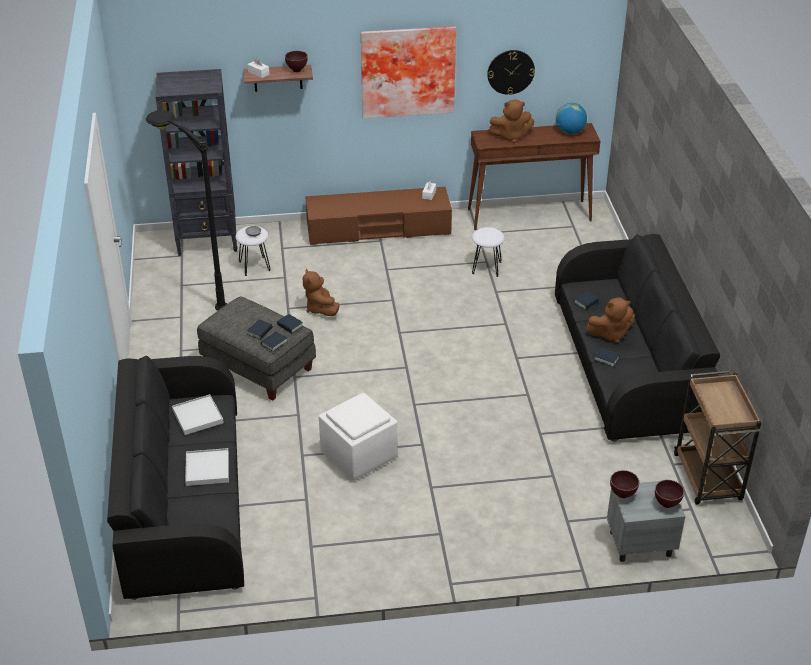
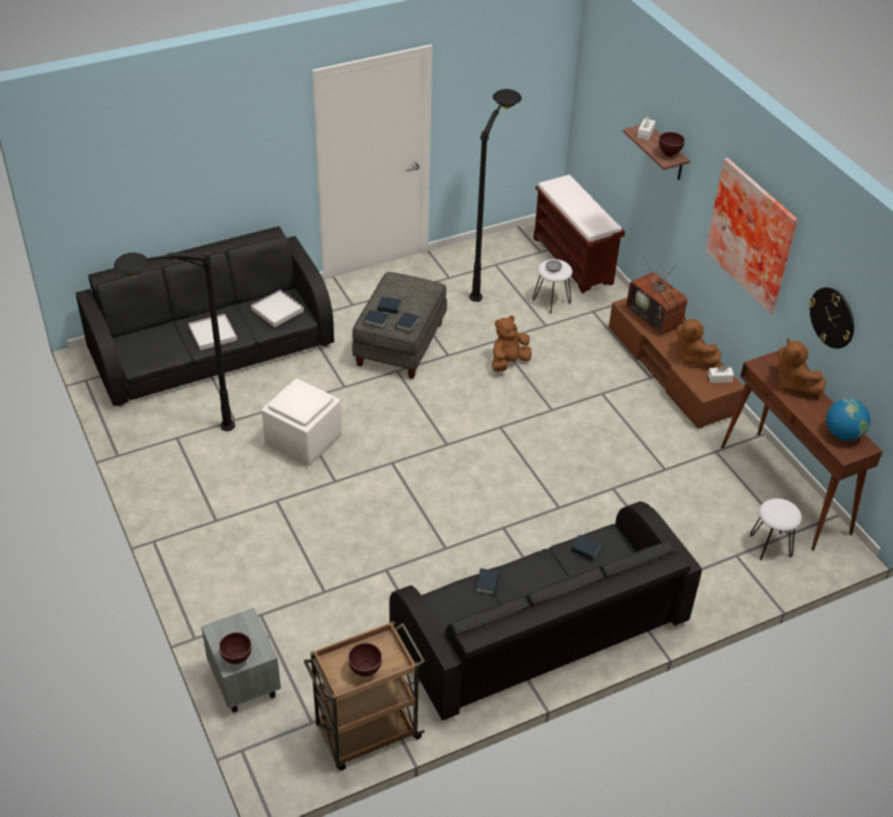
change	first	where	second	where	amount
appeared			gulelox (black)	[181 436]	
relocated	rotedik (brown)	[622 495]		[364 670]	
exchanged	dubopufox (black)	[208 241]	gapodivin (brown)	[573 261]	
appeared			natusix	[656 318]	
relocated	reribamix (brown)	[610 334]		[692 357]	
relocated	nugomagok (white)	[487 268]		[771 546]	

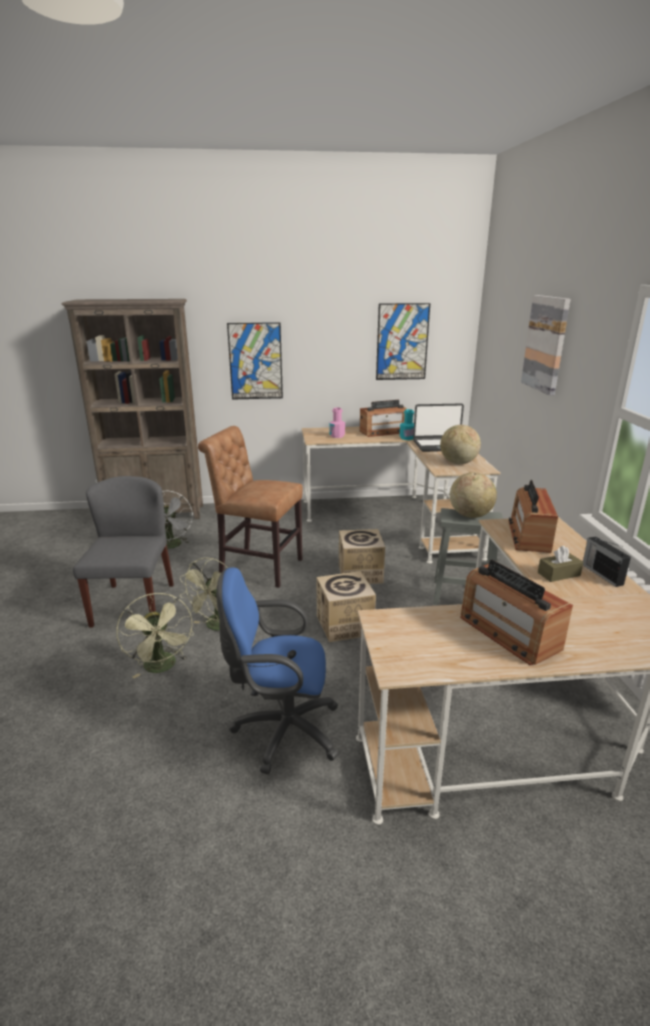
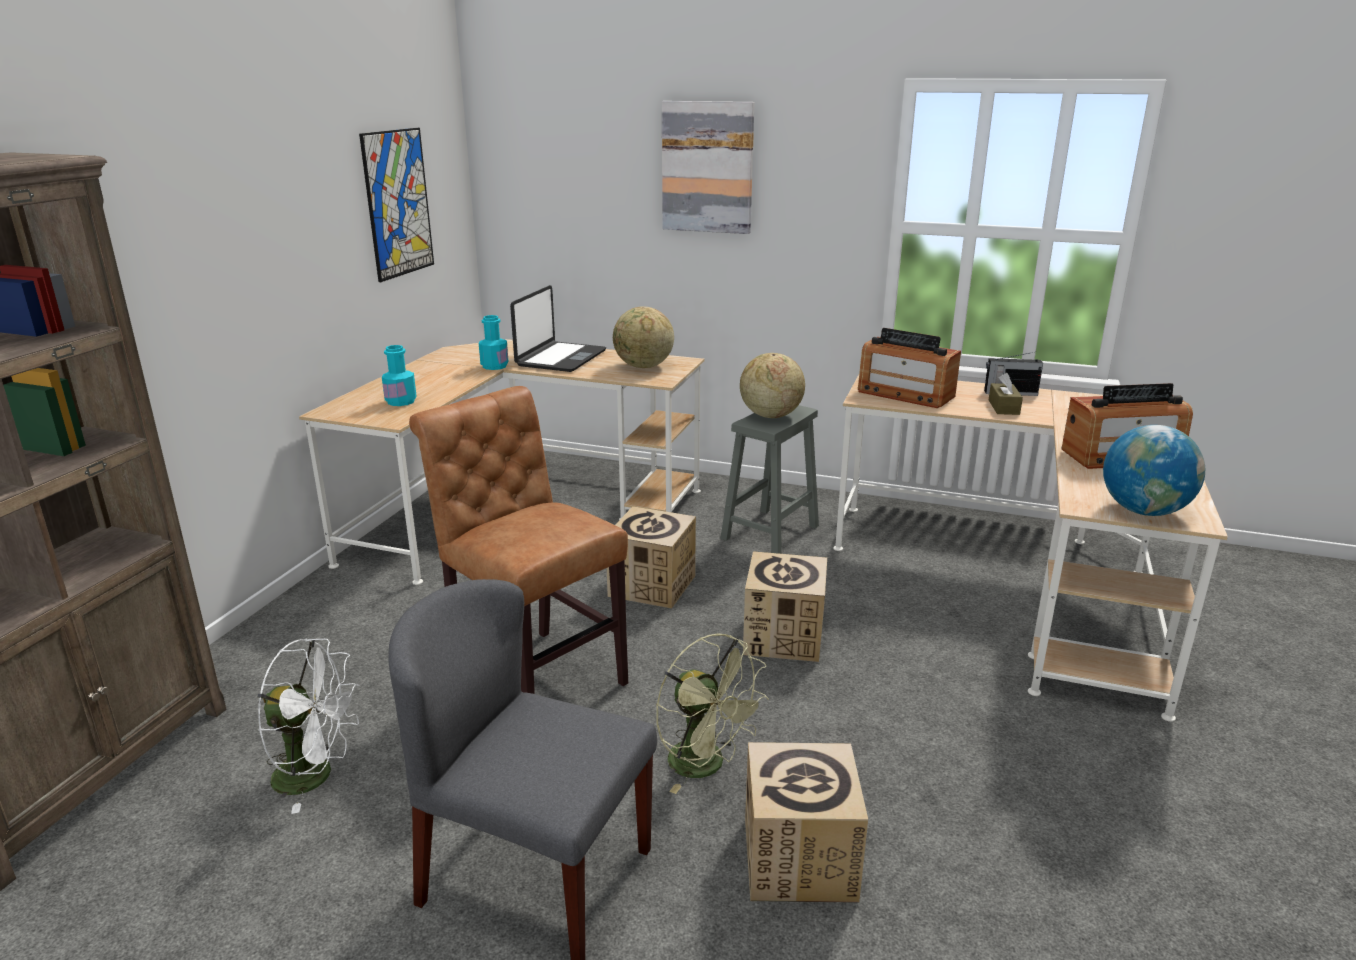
change	first	where	second	where	amount
colour	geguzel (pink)	[337 436]	geguzel (turquoise)	[401 401]	
spun	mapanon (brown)	[257 567]		[533 677]	90 degrees clockwise
exchanged	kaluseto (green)	[162 667]	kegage	[799 859]	
appeared			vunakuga	[1144 511]	
missing	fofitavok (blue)	[281 731]			
missing	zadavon	[255 361]			
missing	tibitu	[383 432]			

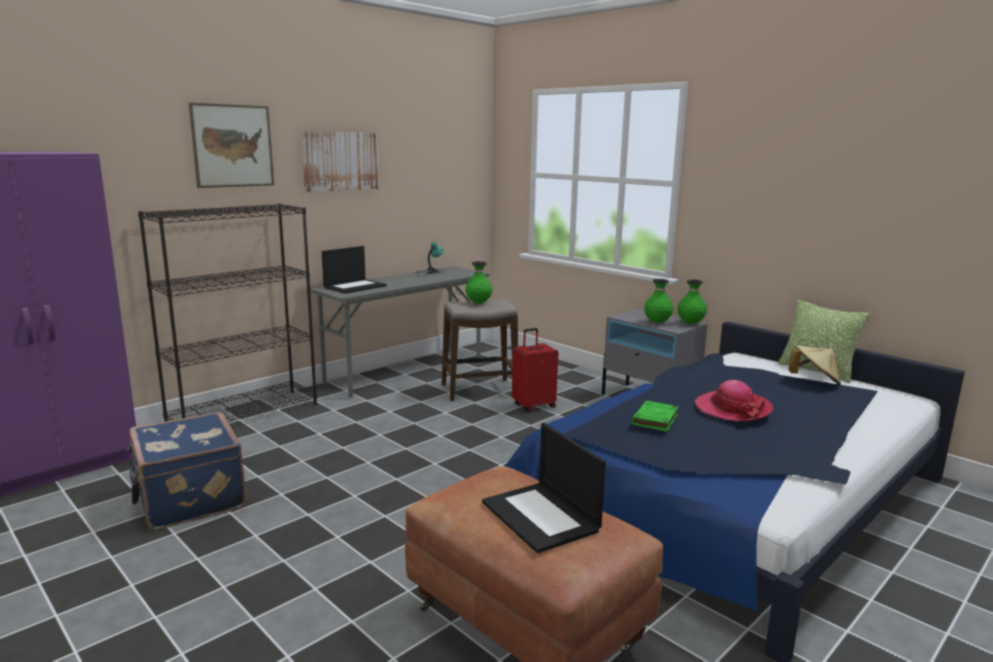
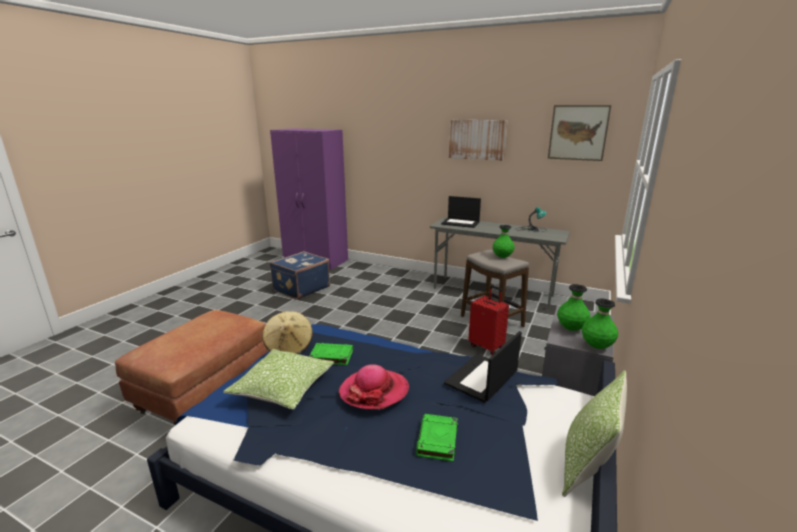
change	first	where	second	where	amount
appeared			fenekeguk	[283 388]	
relocated	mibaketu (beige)	[814 381]		[289 346]	
appeared			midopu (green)	[437 440]	
relocated	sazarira	[541 517]		[481 378]	
relocated	zadavon	[233 146]		[578 132]	
missing	dubopufox (black)	[244 413]			

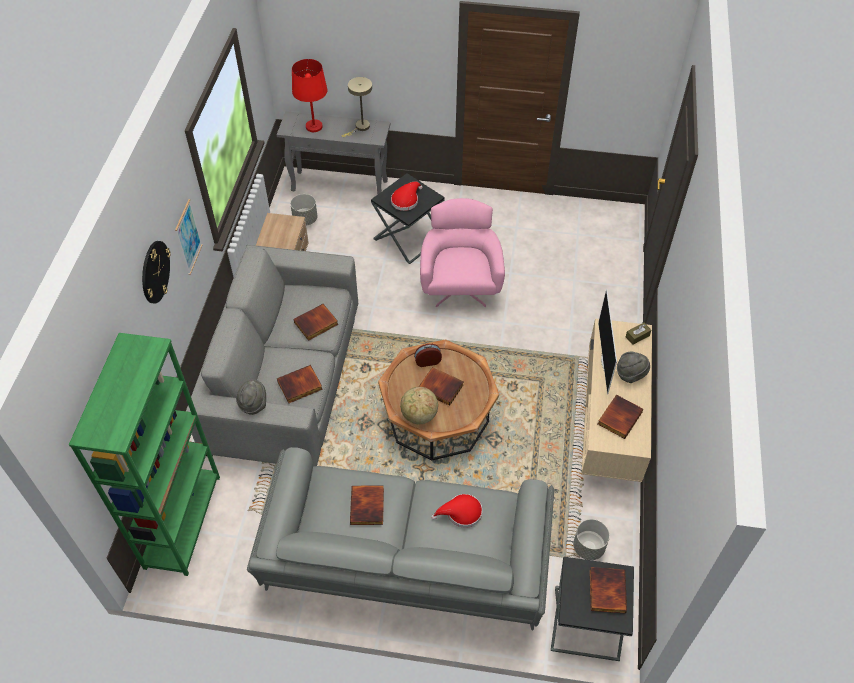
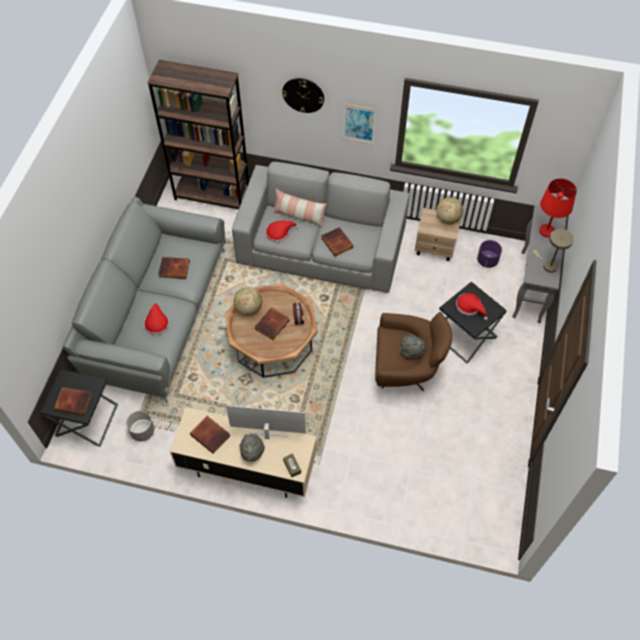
change	first	where	second	where	amount
colour	dubopufox (green)	[183 521]	dubopufox (brown)	[212 195]	
exchanged	midopu	[300 386]	mibaketu (red)	[279 233]	
appeared			fenekeguk	[299 216]	
colour	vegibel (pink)	[460 287]	vegibel (brown)	[405 371]	
relocated	mibaketu (grey)	[253 404]		[411 352]	
appeared			vunakuga	[448 219]	
colour	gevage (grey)	[305 219]	gevage (purple)	[487 261]	

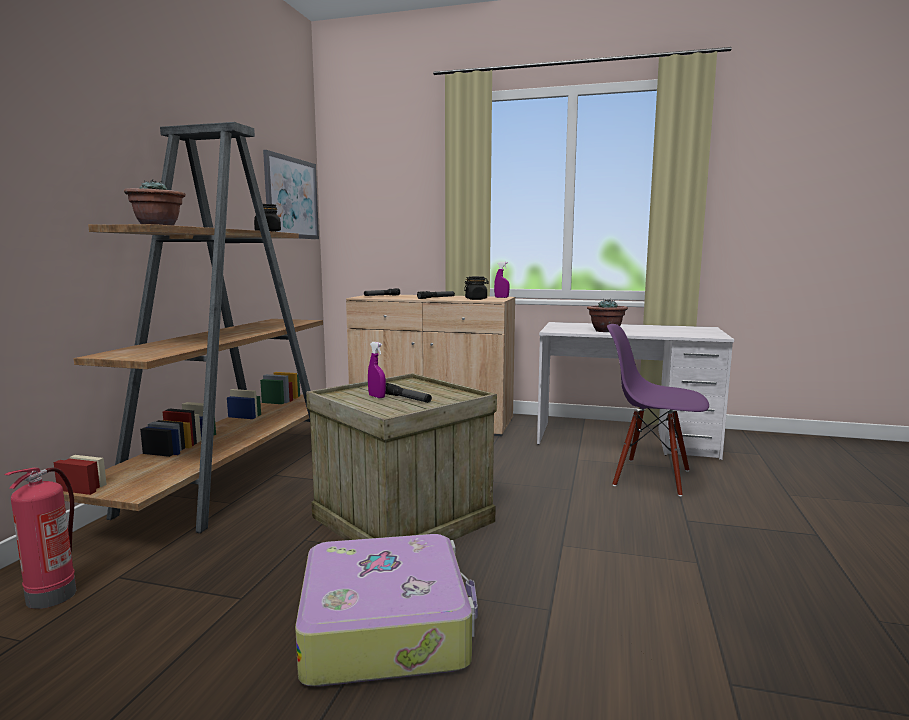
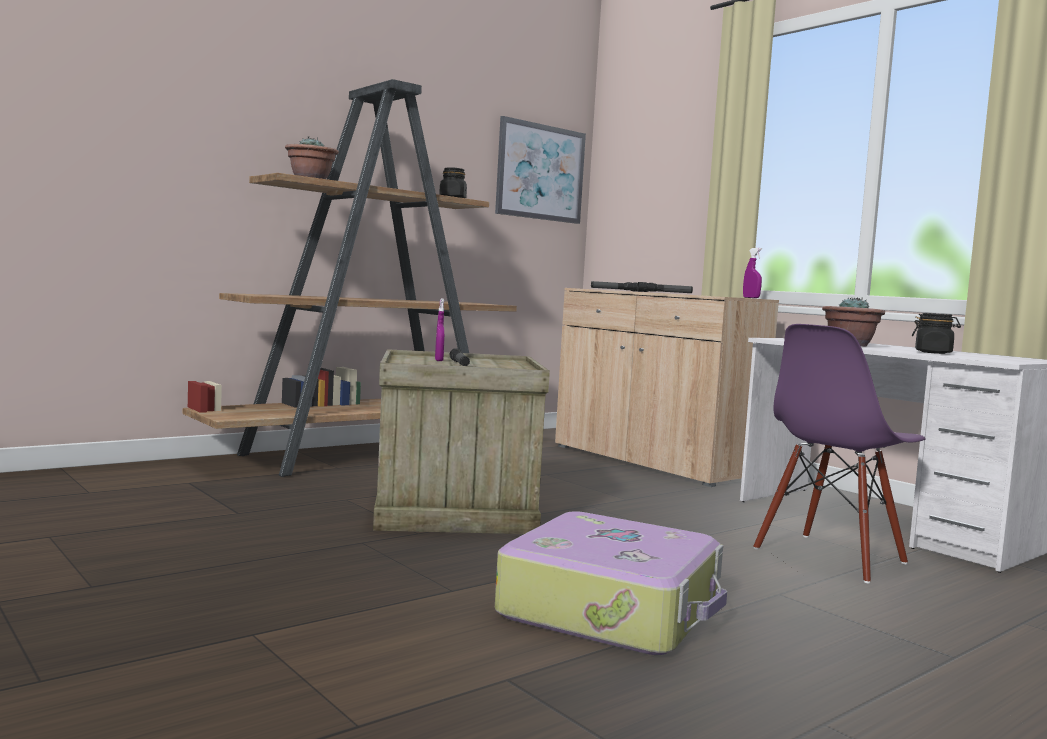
change	first	where	second	where	amount
relocated	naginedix	[387 626]		[612 609]	
spun	mapanon (purple)	[651 477]		[831 557]	105 degrees counterclockwise
relocated	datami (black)	[476 299]		[933 352]	
missing	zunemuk	[52 594]			

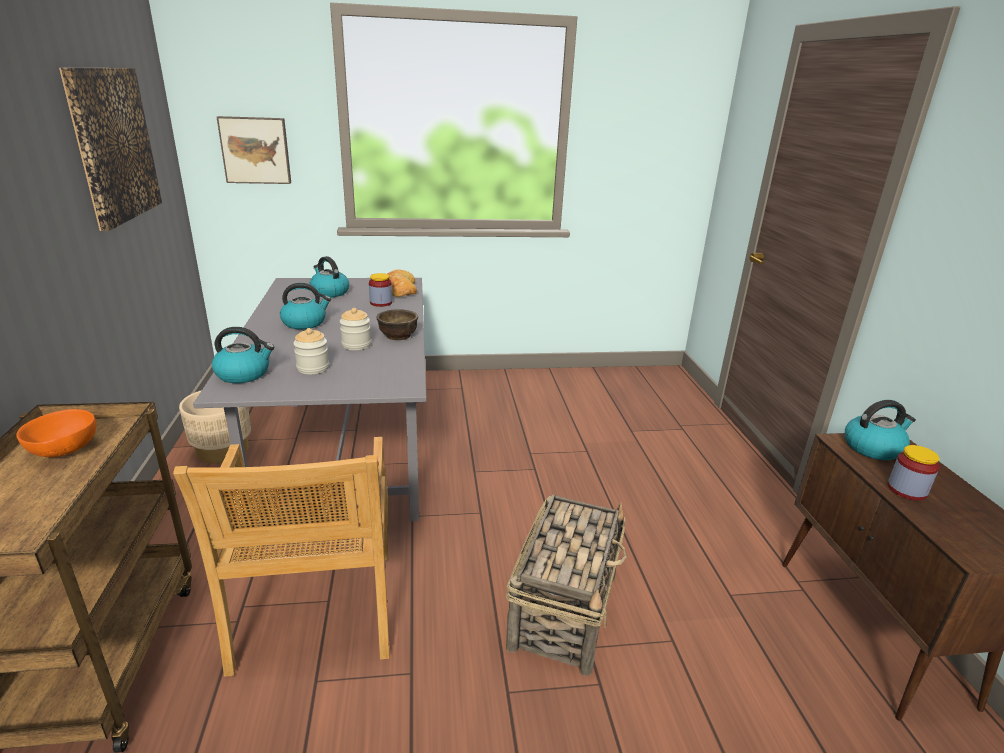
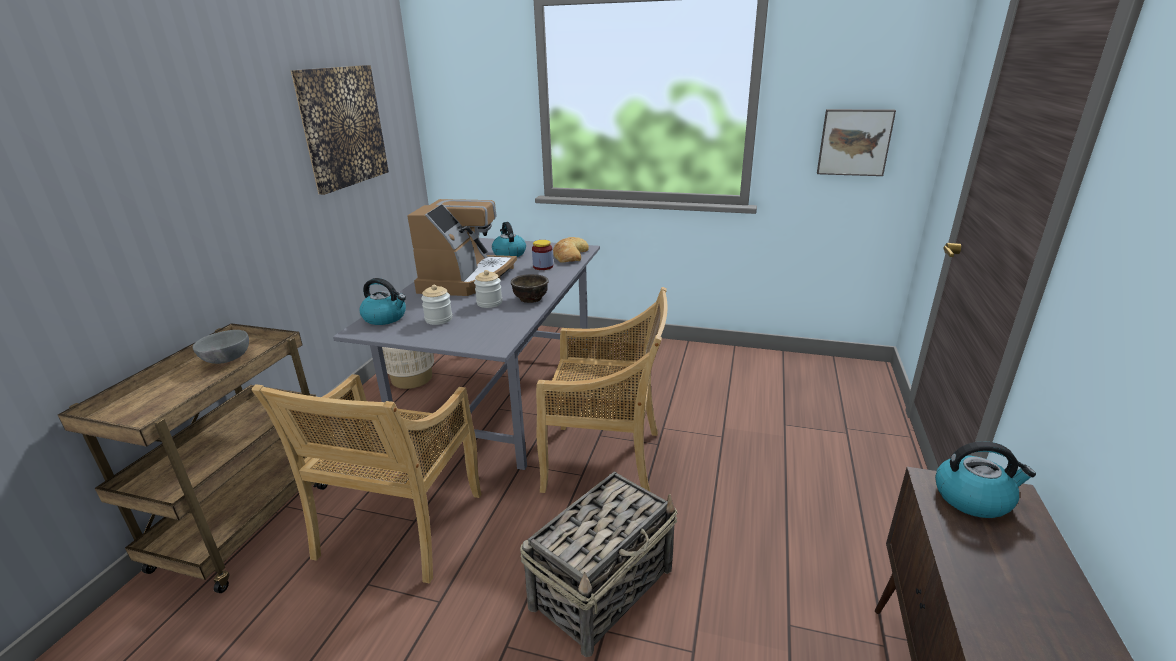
change	first	where	second	where	amount
colour	rotedik (orange)	[64 451]	rotedik (grey)	[226 360]	
exchanged	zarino	[305 323]	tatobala	[466 279]	
appeared			mapanon (beige)	[605 461]	
relocated	zadavon	[256 150]		[854 142]	
missing	datami	[906 490]			

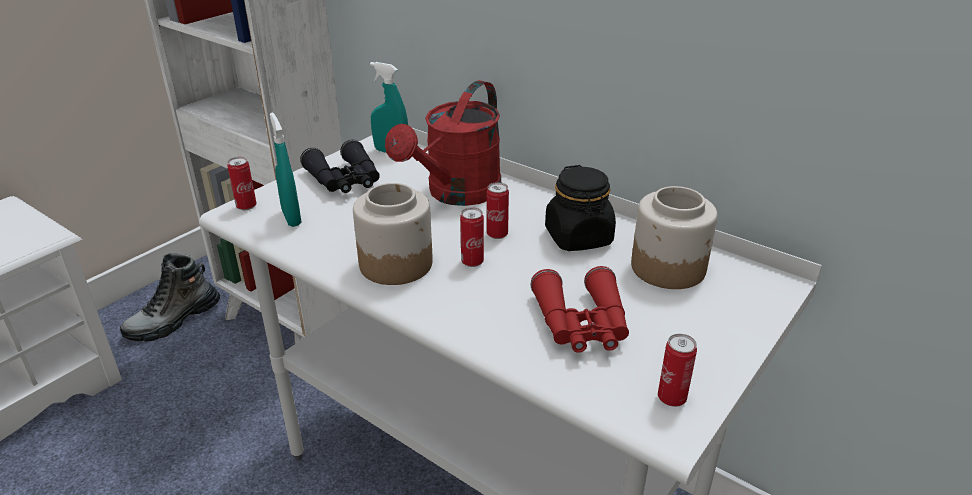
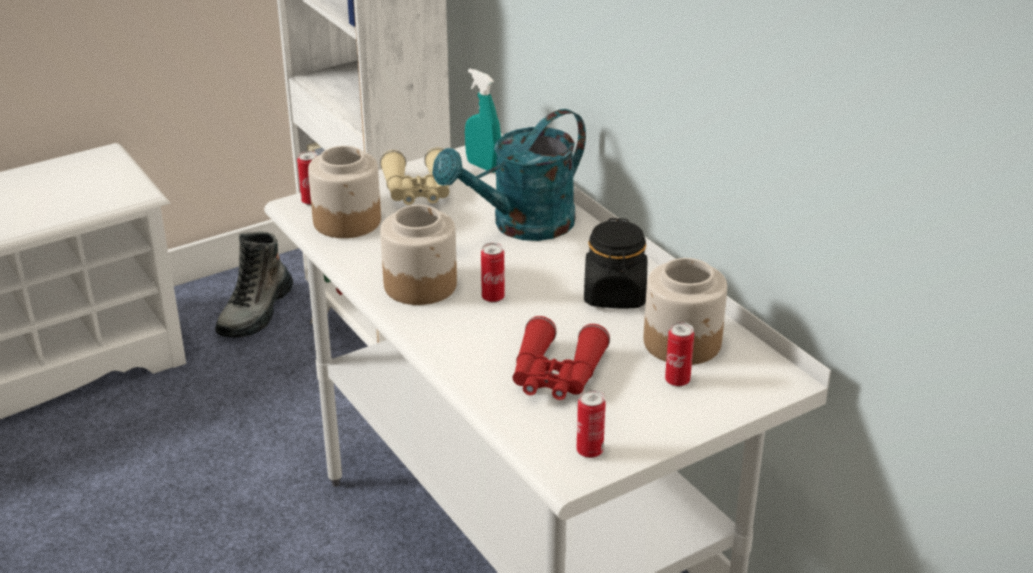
change	first	where	second	where	amount
spun	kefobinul	[174 321]		[256 312]	45 degrees counterclockwise
exchanged	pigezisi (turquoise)	[291 218]	datami	[347 221]	
colour	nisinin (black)	[345 181]	nisinin (beige)	[418 191]	
colour	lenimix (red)	[456 194]	lenimix (turquoise)	[521 226]	
relocated	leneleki	[497 234]		[677 381]	

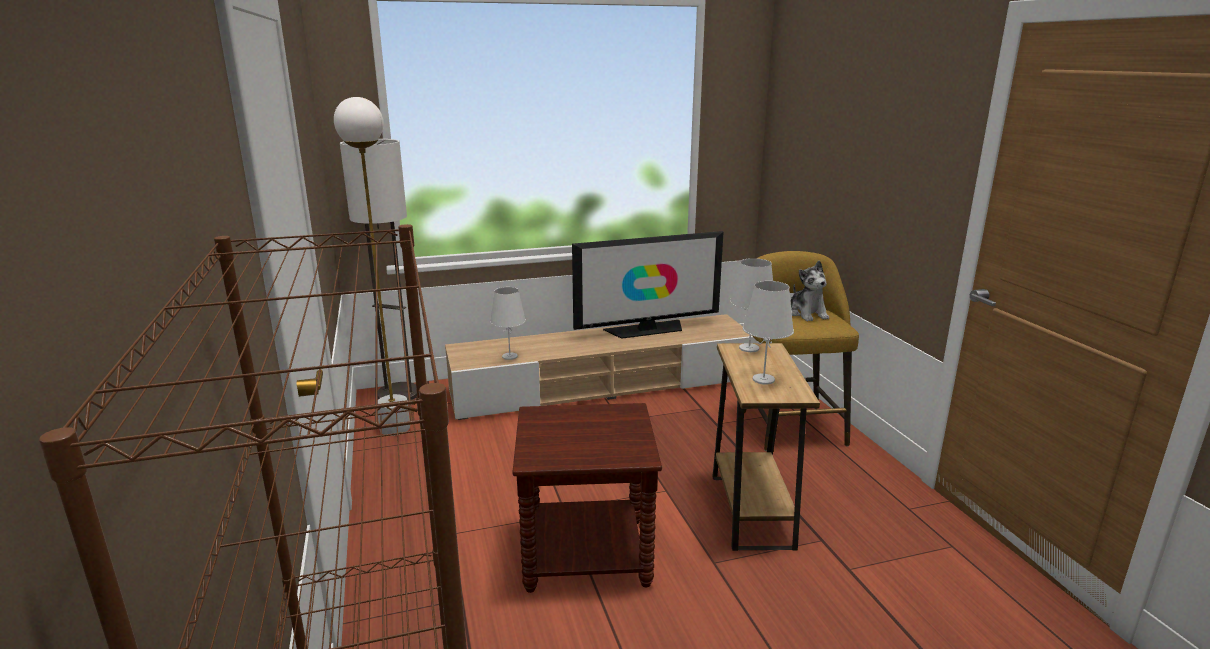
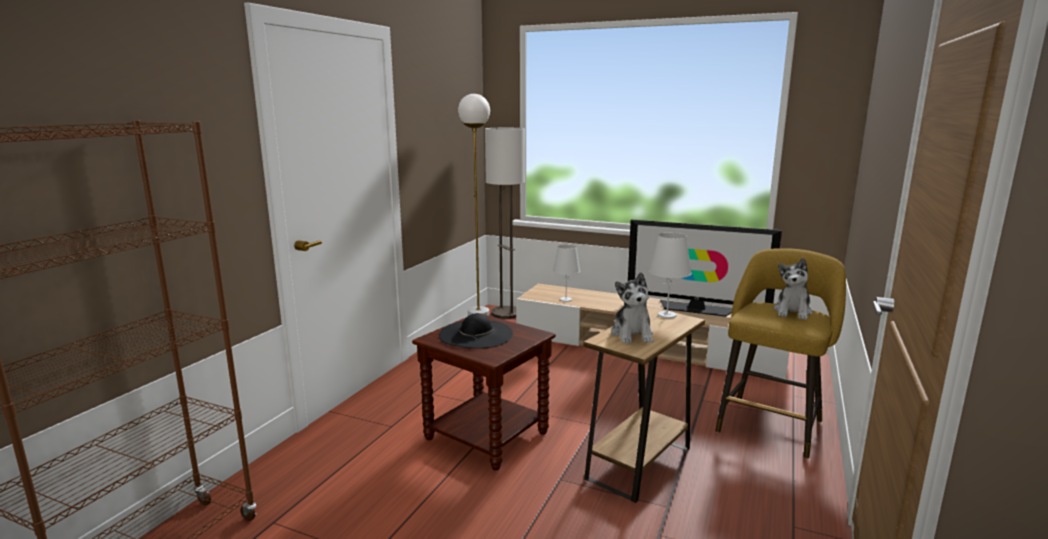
change	first	where	second	where	amount
appeared			mibaketu (black)	[476 334]	
exchanged	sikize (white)	[764 379]	reribamix	[632 334]	

